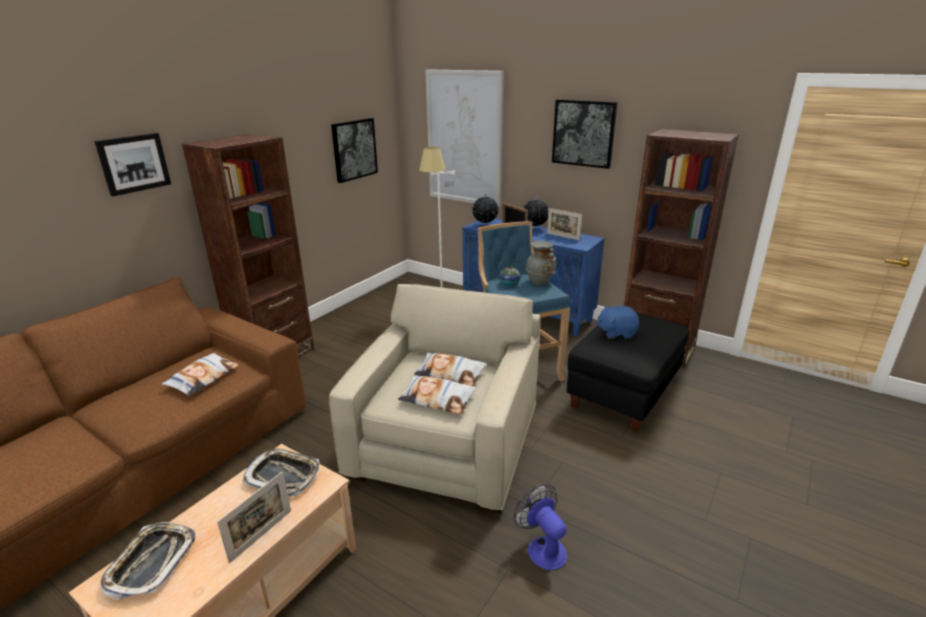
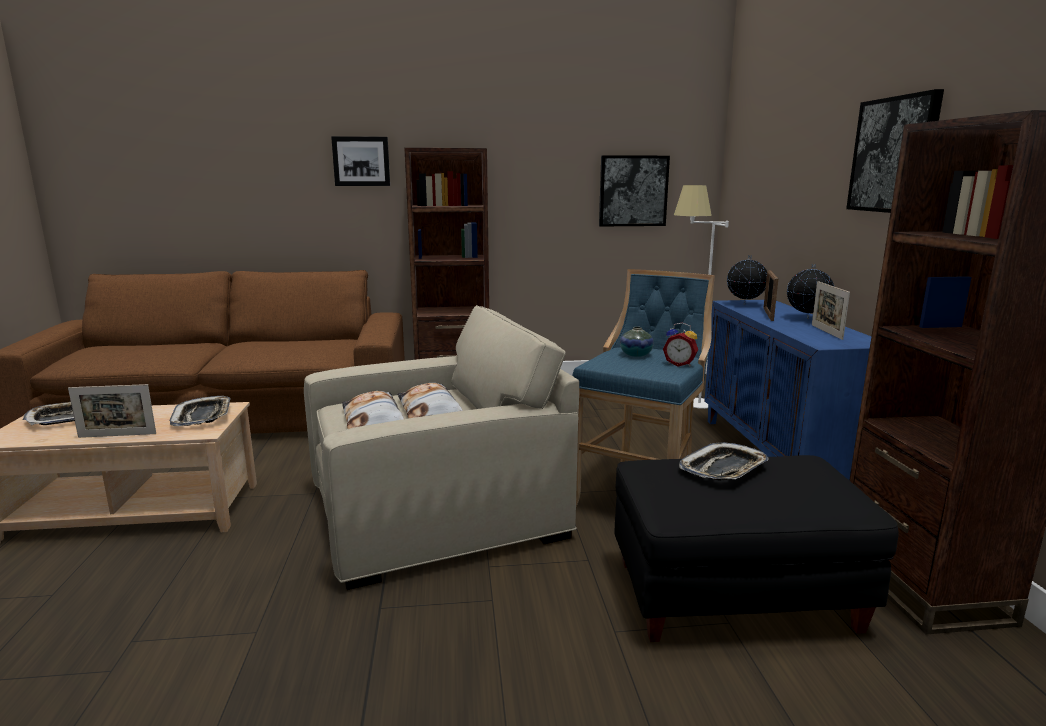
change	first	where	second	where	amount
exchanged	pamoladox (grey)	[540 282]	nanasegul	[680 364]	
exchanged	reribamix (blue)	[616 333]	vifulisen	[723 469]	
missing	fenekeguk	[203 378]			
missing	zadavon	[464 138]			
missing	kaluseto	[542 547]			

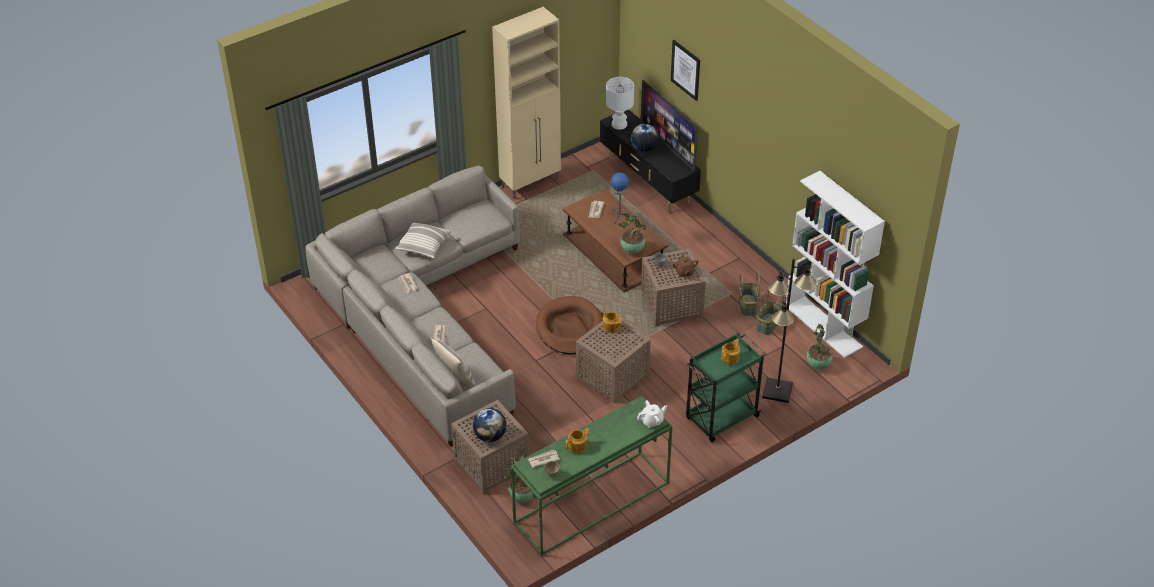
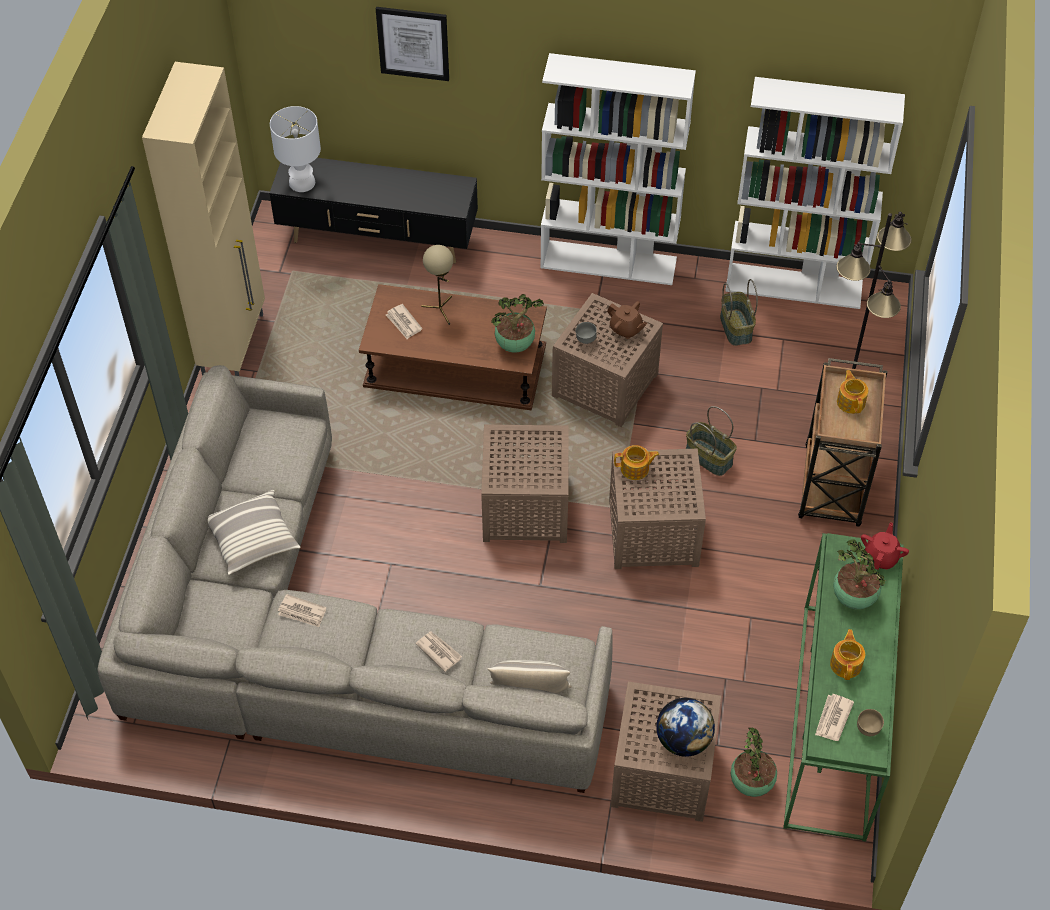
change	first	where	second	where	amount
colour	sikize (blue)	[619 216]	sikize (beige)	[441 310]	
exchanged	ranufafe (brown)	[569 328]	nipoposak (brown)	[527 509]	
appeared			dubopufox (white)	[609 262]	
relocated	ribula	[748 305]		[709 457]	
colour	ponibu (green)	[721 418]	ponibu (brown)	[832 488]	
relocated	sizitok	[818 366]		[854 599]	
colour	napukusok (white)	[652 421]	napukusok (red)	[881 557]	
missing	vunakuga	[644 148]			
missing	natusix	[668 146]			

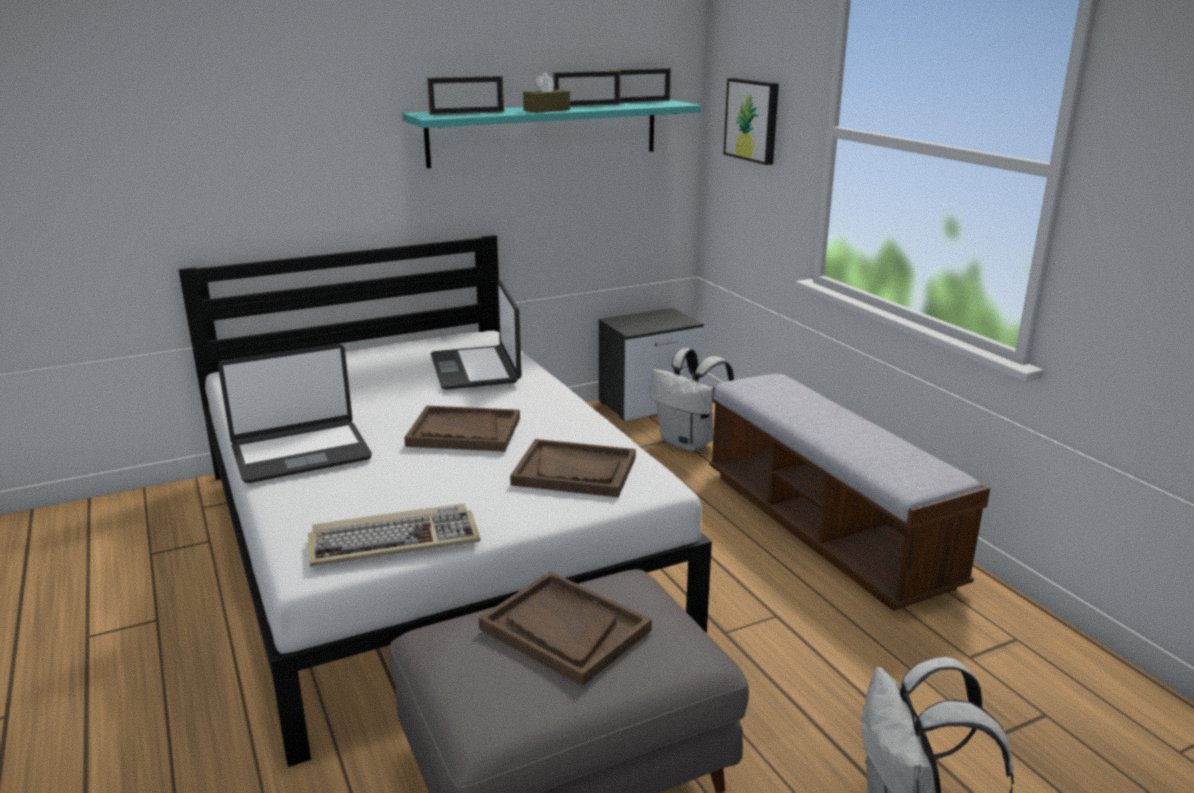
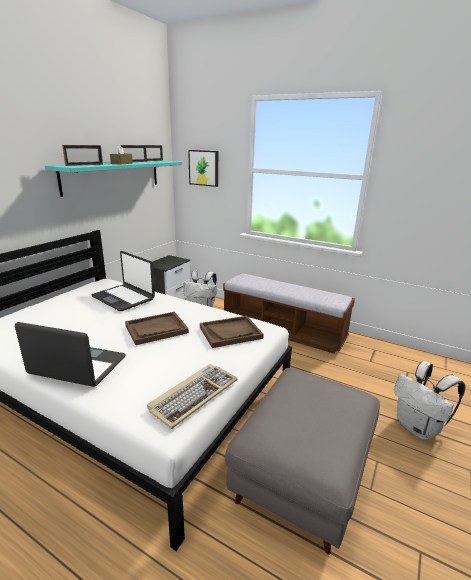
change	first	where	second	where	amount
spun	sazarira	[301 453]		[77 367]	105 degrees counterclockwise
missing	vifulisen (brown)	[564 629]			

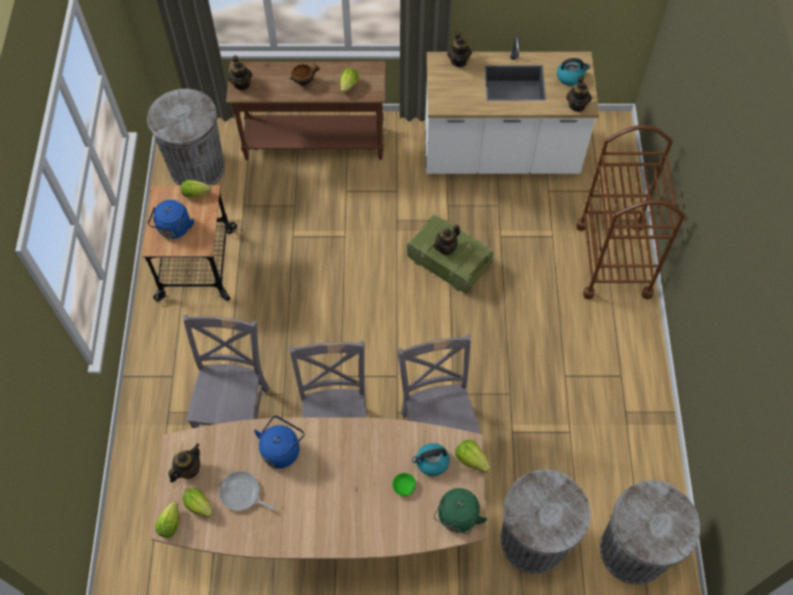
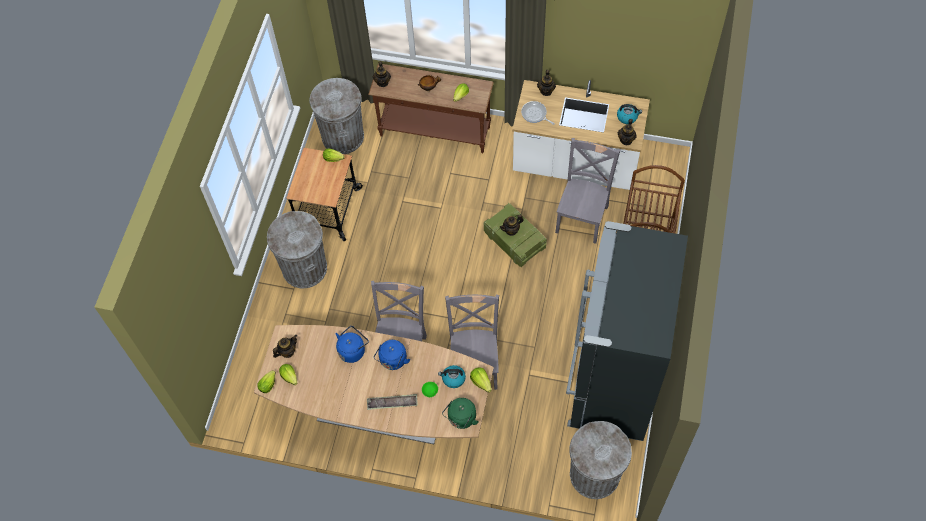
change	first	where	second	where	amount
relocated	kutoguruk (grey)	[533 540]		[304 268]	
appeared			vifulisen	[392 403]	
relocated	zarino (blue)	[174 229]		[392 361]	
relocated	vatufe	[242 494]		[535 114]	
relocated	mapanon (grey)	[235 410]		[582 217]	
appeared			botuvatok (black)	[611 381]	

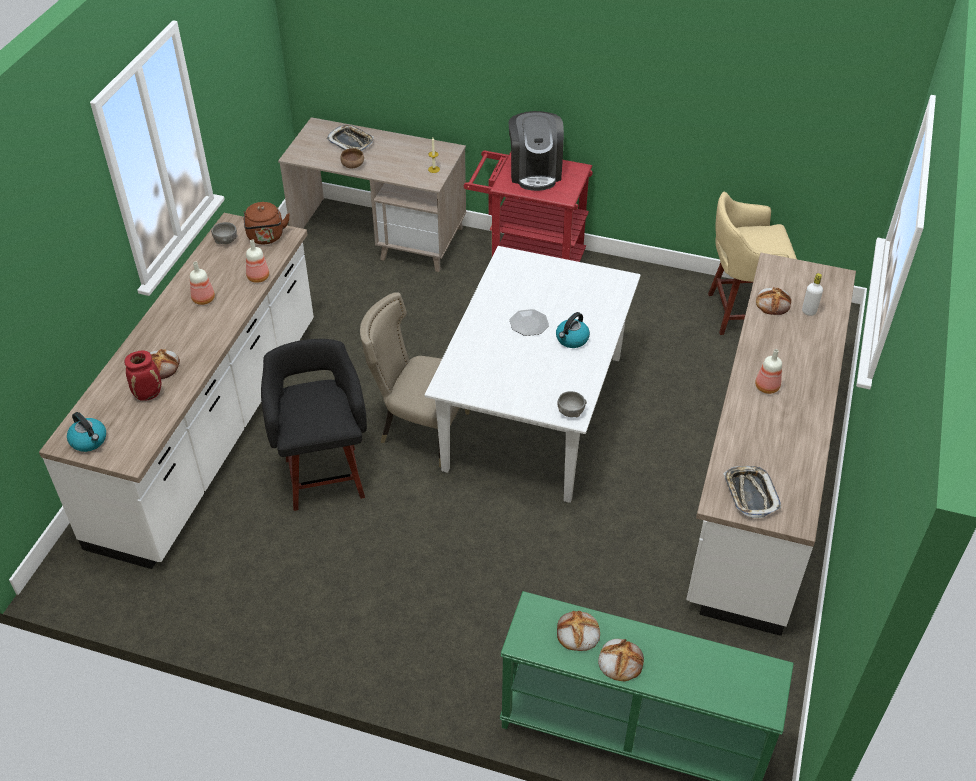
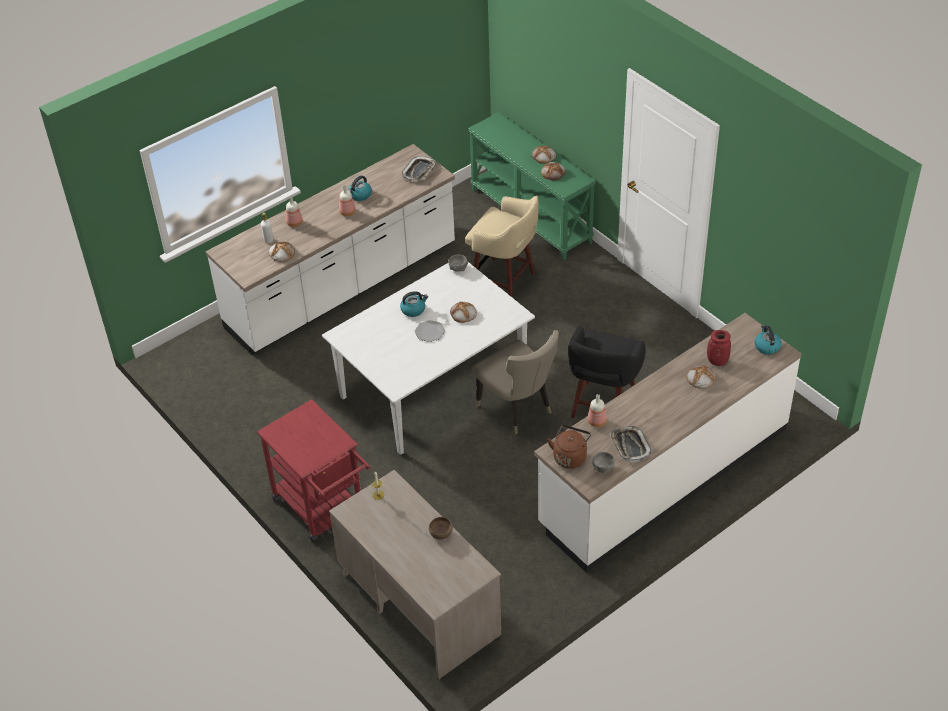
change	first	where	second	where	amount
relocated	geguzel	[203 298]		[294 223]	
appeared			zarino	[360 195]	
appeared			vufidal	[463 314]	
relocated	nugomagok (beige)	[740 313]		[505 281]	
relocated	vifulisen	[351 142]		[630 446]	
missing	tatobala	[535 172]			

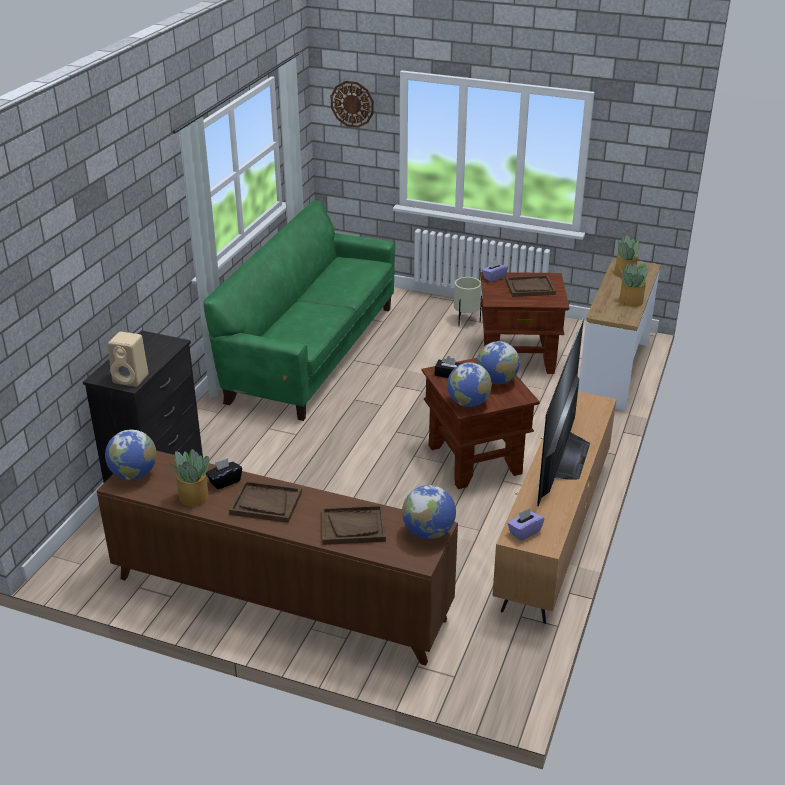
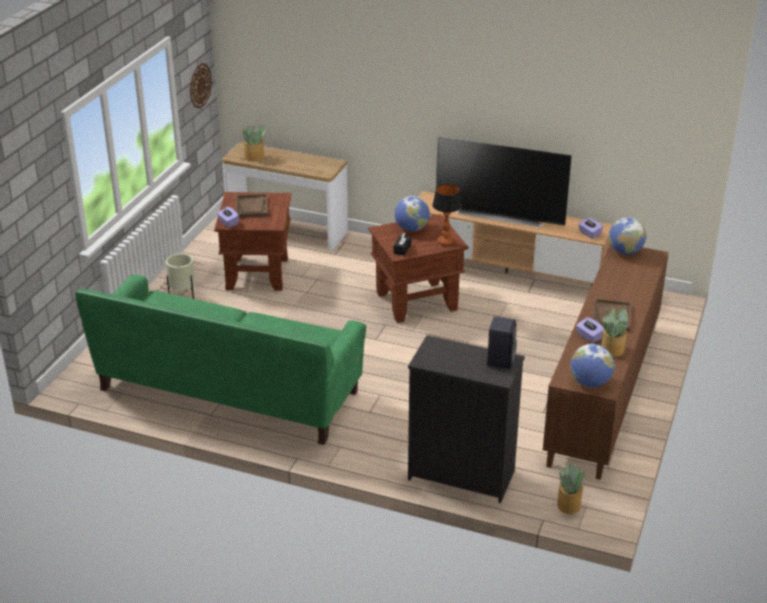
change	first	where	second	where	amount
relocated	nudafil	[352 104]		[200 85]	
exchanged	vunakuga	[468 403]	sikize	[445 242]	
colour	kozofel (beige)	[132 378]	kozofel (black)	[500 360]	
relocated	sizitok	[630 301]		[568 505]	
colour	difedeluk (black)	[225 481]	difedeluk (purple)	[589 336]	
missing	vifulisen (brown)	[353 526]			

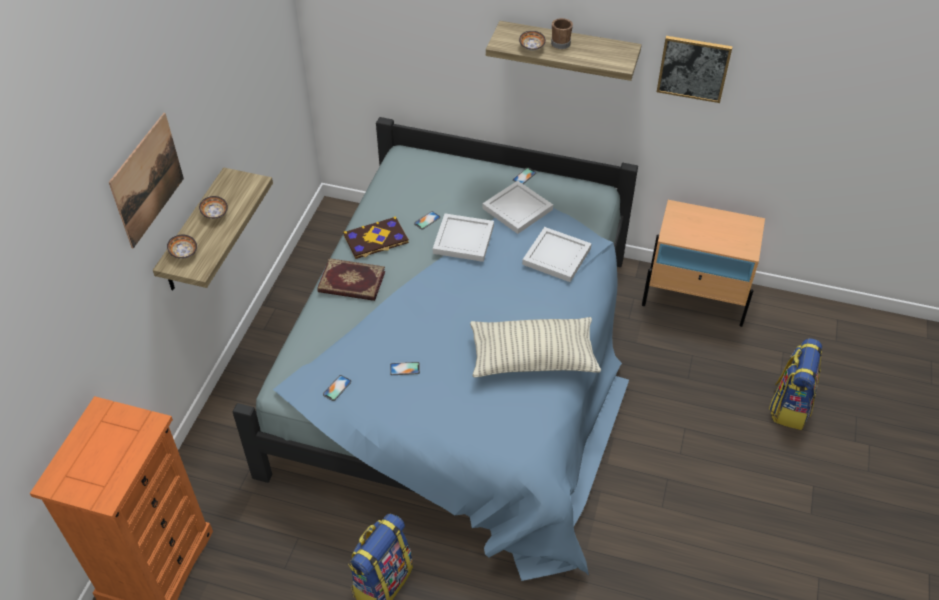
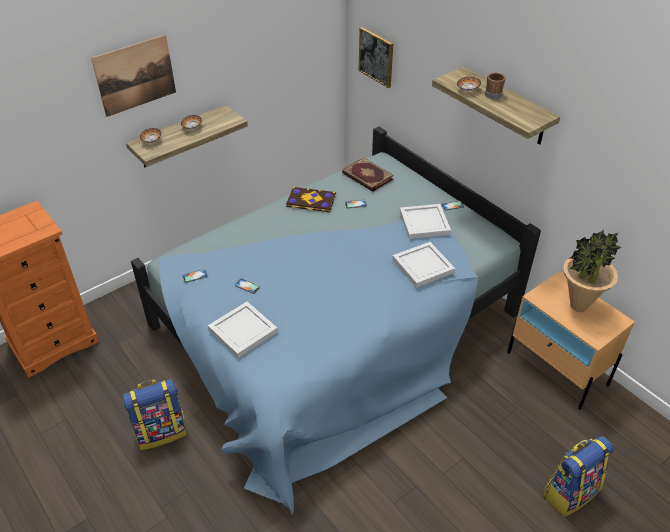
change	first	where	second	where	amount
relocated	vifulisen (white)	[464 240]		[242 332]	
relocated	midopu	[351 283]		[367 177]	
relocated	zadavon	[693 68]		[376 57]	
appeared			sizitok	[578 306]	
missing	fenekeguk	[533 358]			

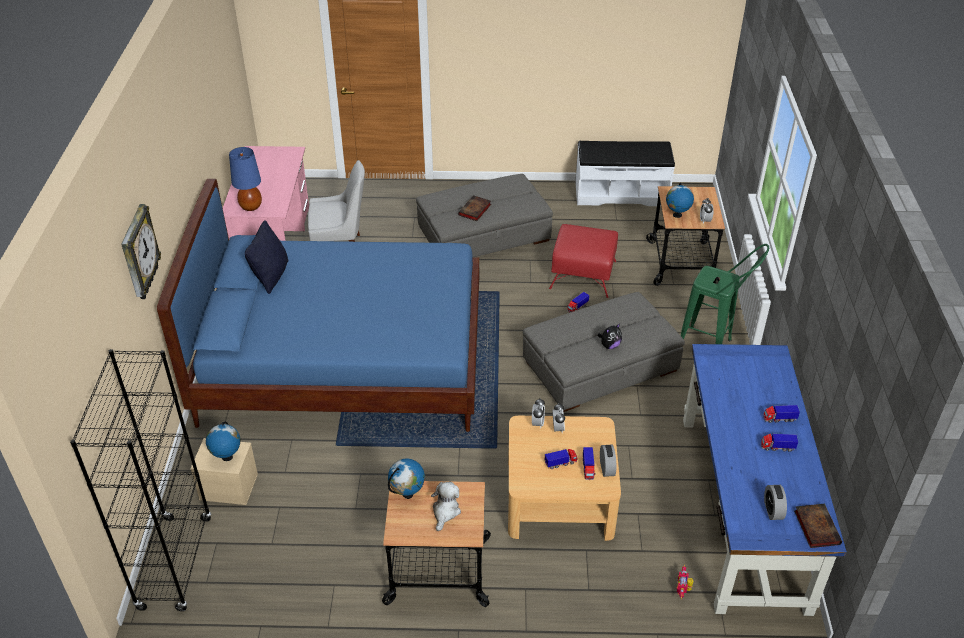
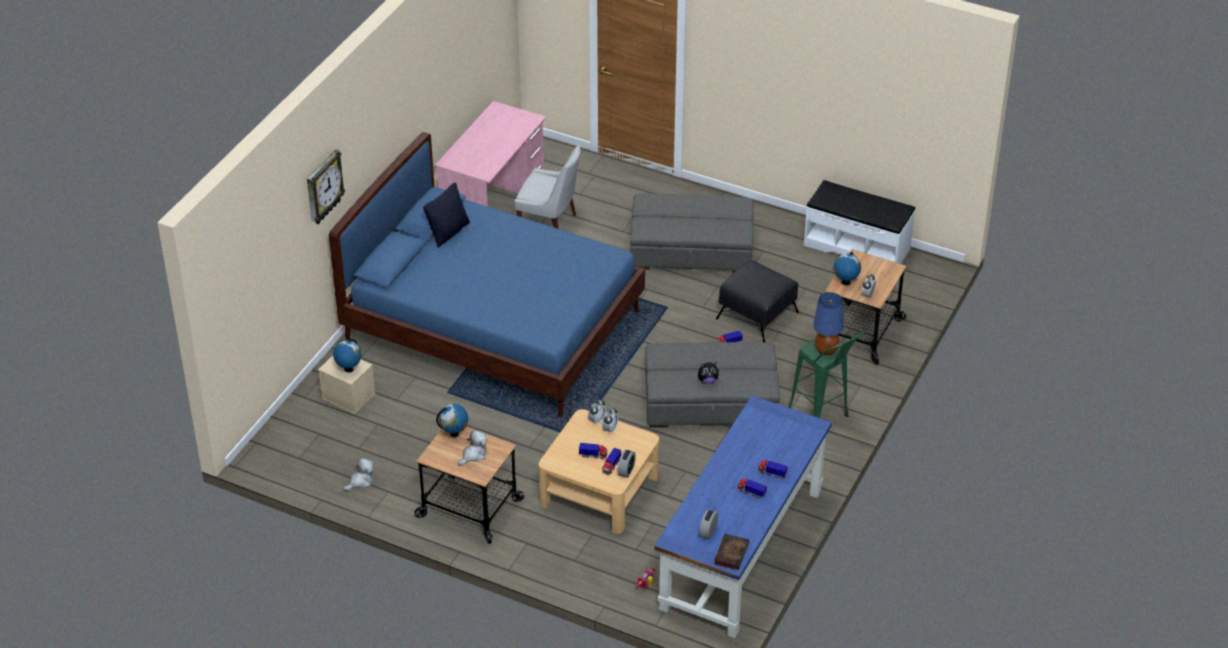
change	first	where	second	where	amount
appeared			reribamix	[360 481]	
colour	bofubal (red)	[583 275]	bofubal (black)	[757 315]	
relocated	sikize (blue)	[251 206]		[826 349]	
missing	dubopufox (black)	[175 563]			
missing	midopu	[474 210]			

